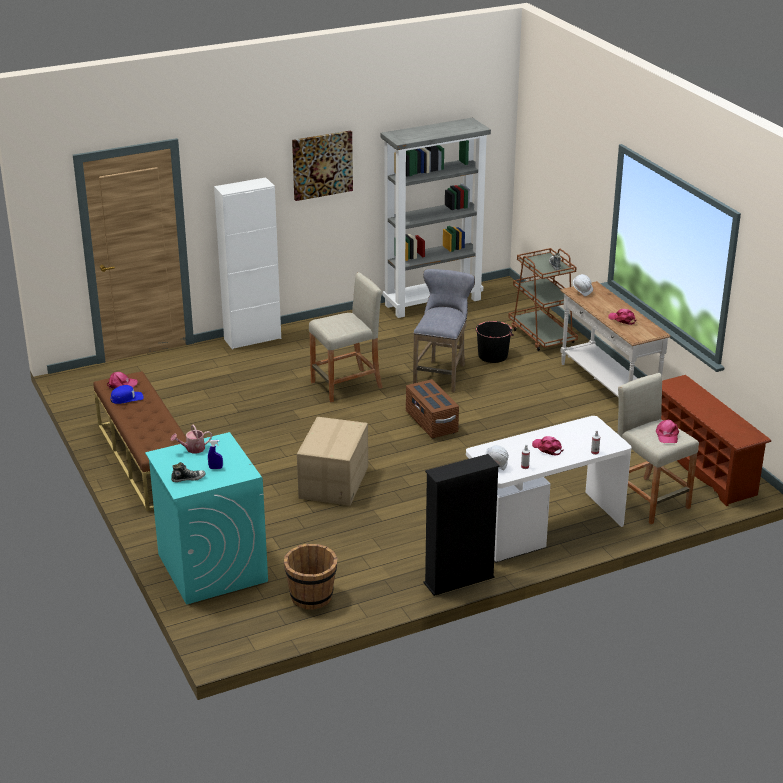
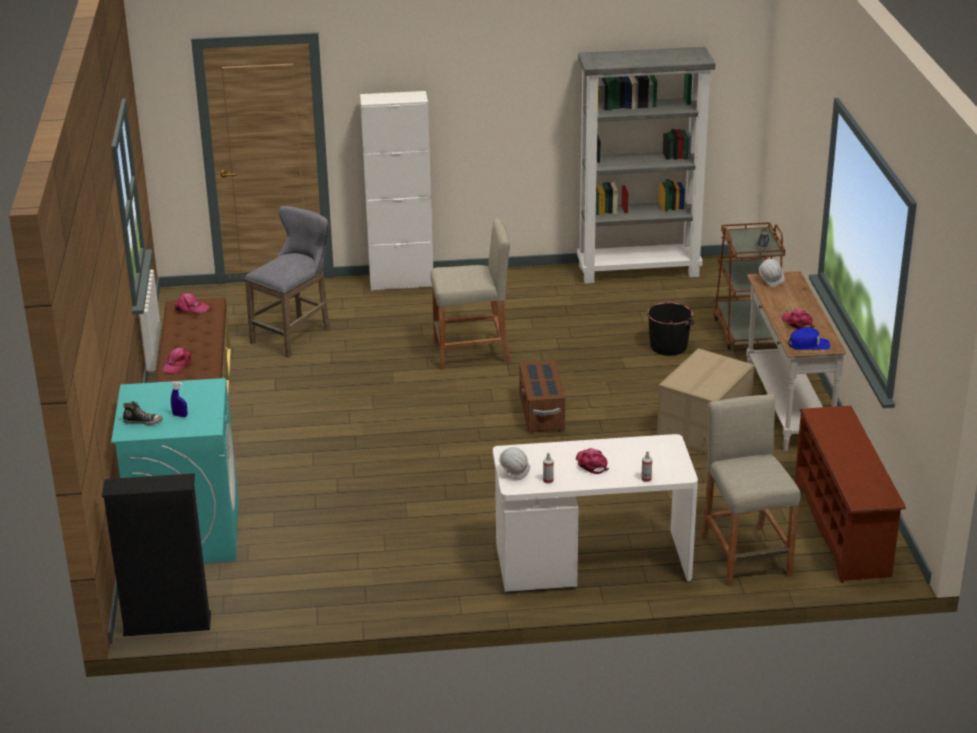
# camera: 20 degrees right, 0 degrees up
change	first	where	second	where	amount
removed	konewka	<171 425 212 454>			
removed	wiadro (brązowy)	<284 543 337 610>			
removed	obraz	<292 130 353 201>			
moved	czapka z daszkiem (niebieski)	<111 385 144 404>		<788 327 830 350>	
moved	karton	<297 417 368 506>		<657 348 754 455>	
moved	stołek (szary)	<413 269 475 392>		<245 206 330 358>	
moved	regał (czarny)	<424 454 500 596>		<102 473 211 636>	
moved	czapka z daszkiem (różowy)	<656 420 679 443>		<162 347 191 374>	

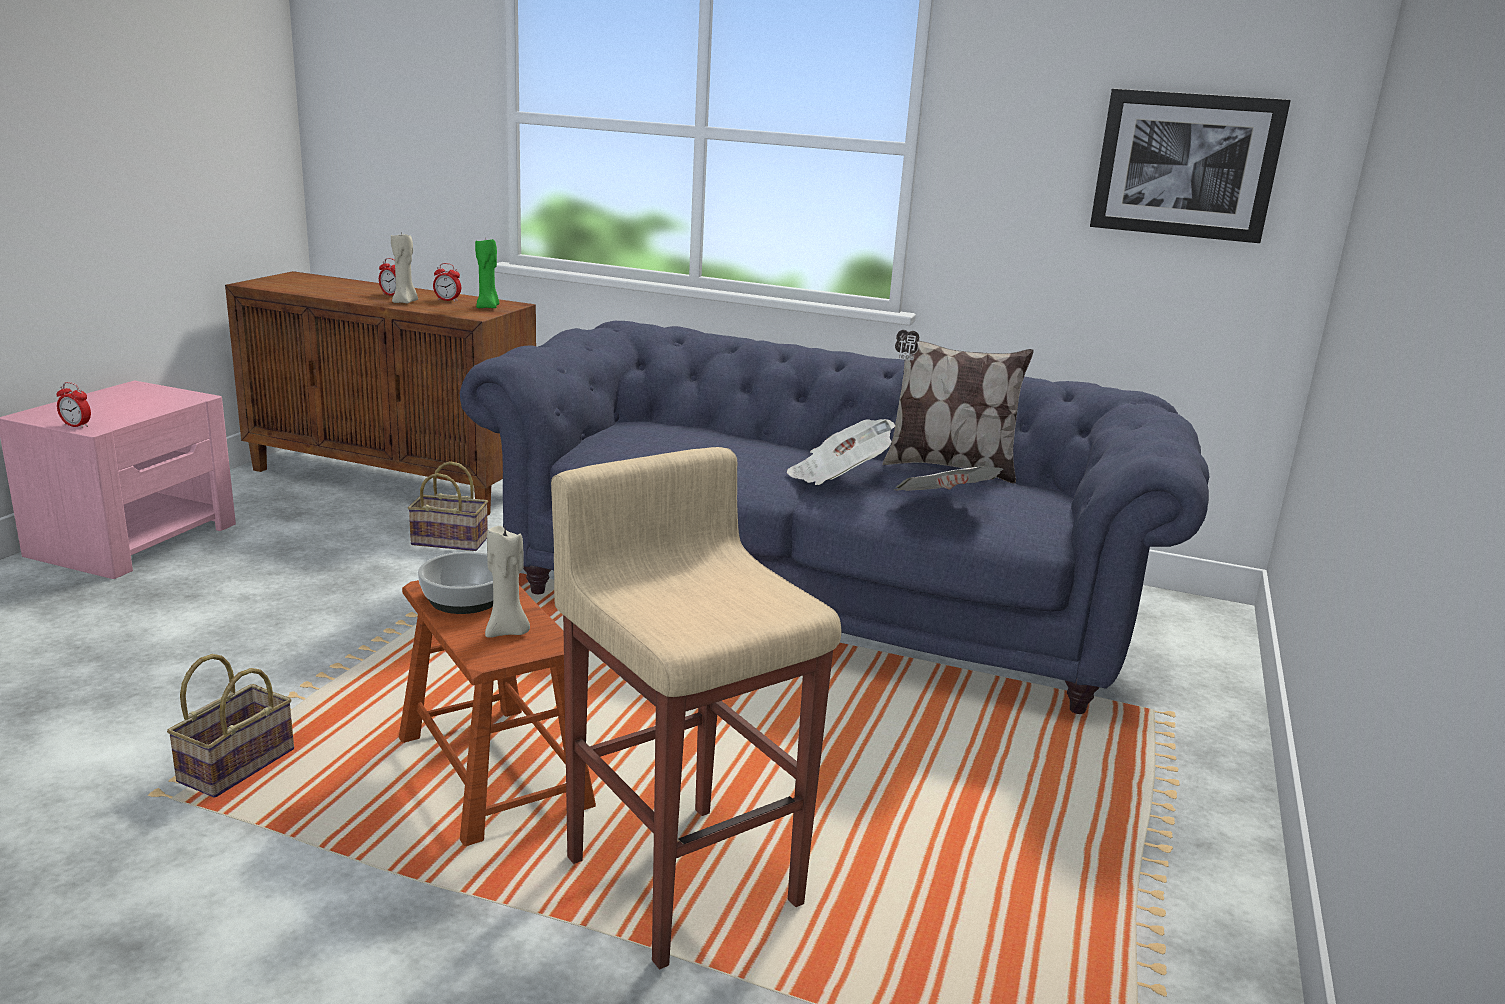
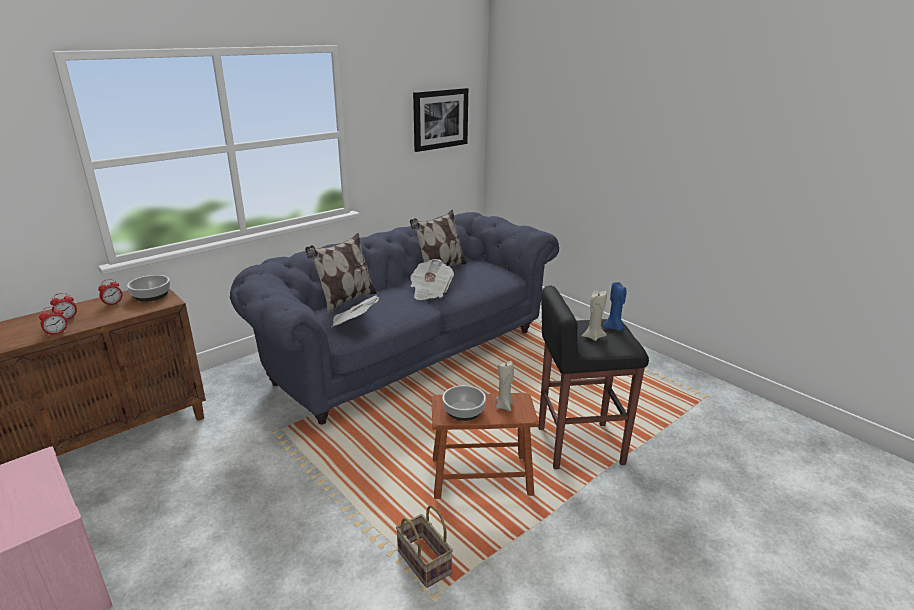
# camera: 60 degrees left, 5 degrees up
change	first	where	second	where	amount
removed	koszyk	<408 461 488 551>			
added			poduszka	<305 233 377 314>	
added			świeca (niebieski)	<603 282 627 331>	
moved	budzik	<56 382 91 429>		<39 306 67 336>	
moved	świeca (beżowy)	<391 233 418 304>		<582 290 607 341>	
moved	gazeta	<894 466 1003 491>		<331 295 379 327>	
replaced	świeca (zielony)	<475 239 499 308>	miska	<127 275 170 302>	
recoloured	stołek (beżowy)	<551 447 841 969>	stołek (czarny)	<538 286 649 469>	

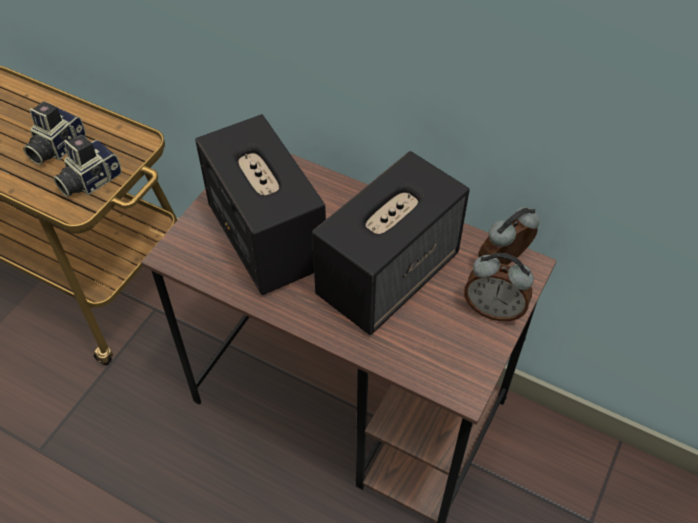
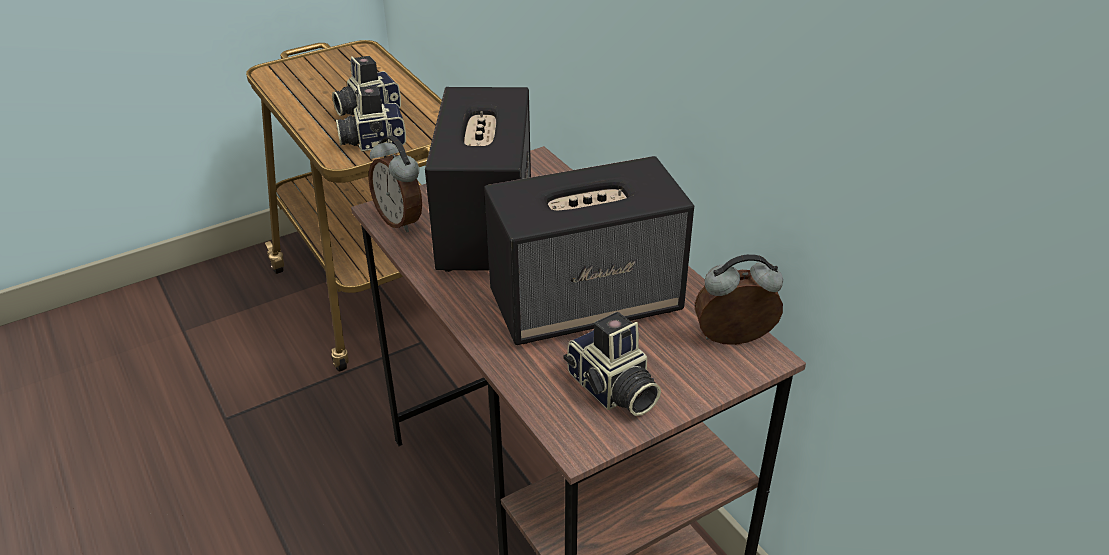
# camera: 30 degrees right, 15 degrees down
change	first	where	second	where	amount
added			aparat fotograficzny	<563 312 661 416>	
moved	budzik	<464 253 534 321>		<369 136 422 232>	

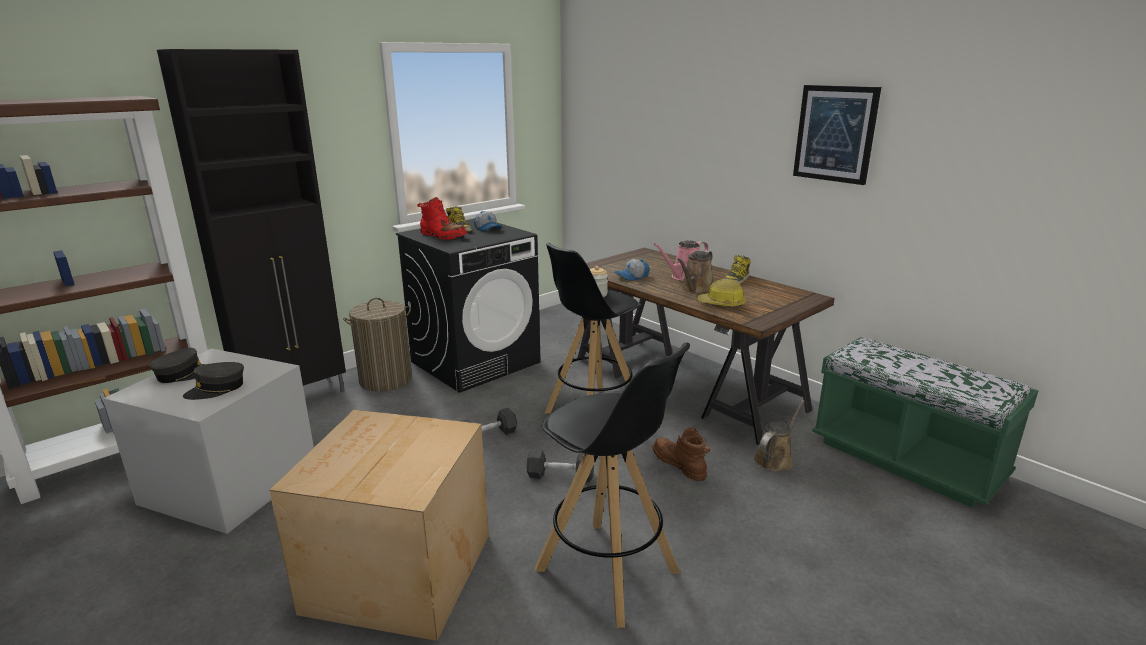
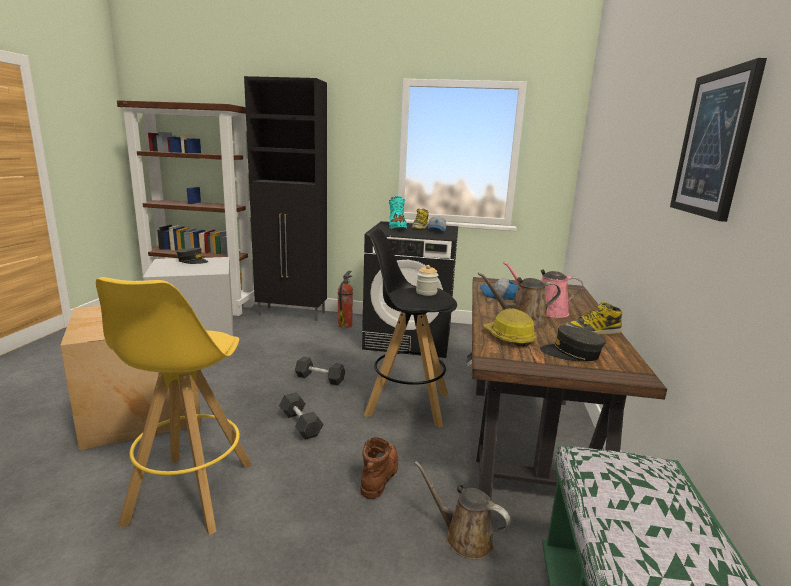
# camera: 50 degrees right, 5 degrees down
change	first	where	second	where	amount
moved	czapka z daszkiem (szary)	<183 362 244 400>		<540 325 606 361>	
replaced	kosz na pranie	<343 298 412 392>	gaśnica	<338 271 353 328>	
recoloured	but z cholewką (czerwony)	<417 197 467 240>	but z cholewką (turkusowy)	<389 196 407 229>	
recoloured	stołek (czarny)	<535 342 690 628>	stołek (żółty)	<96 277 252 536>	
turned	konewka (brązowy)	<754 400 804 472>		<415 461 510 560>	150 degrees counterclockwise

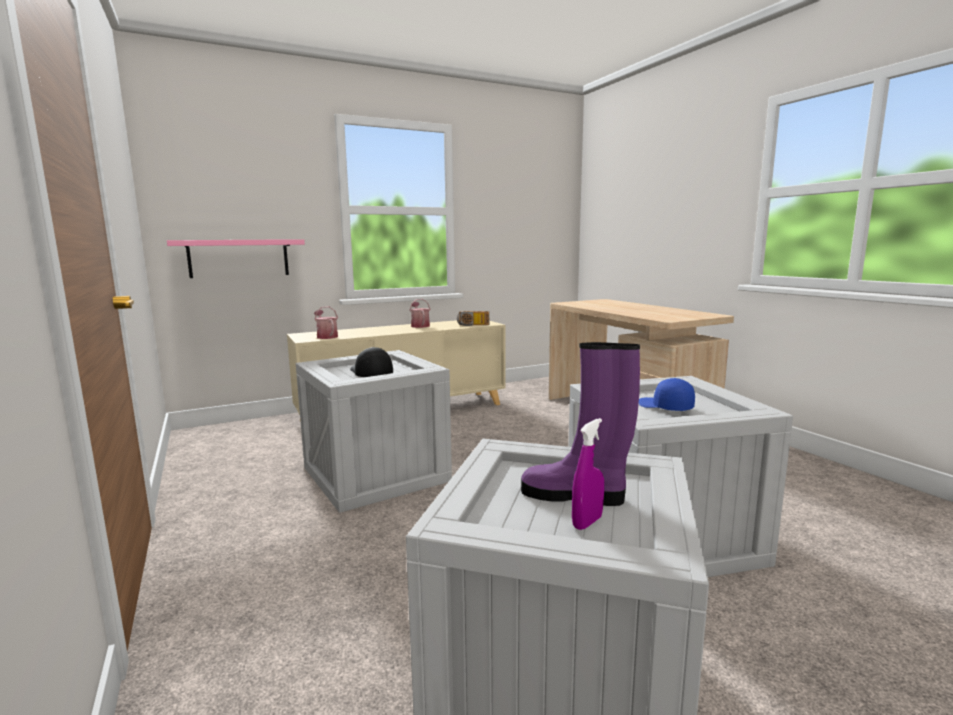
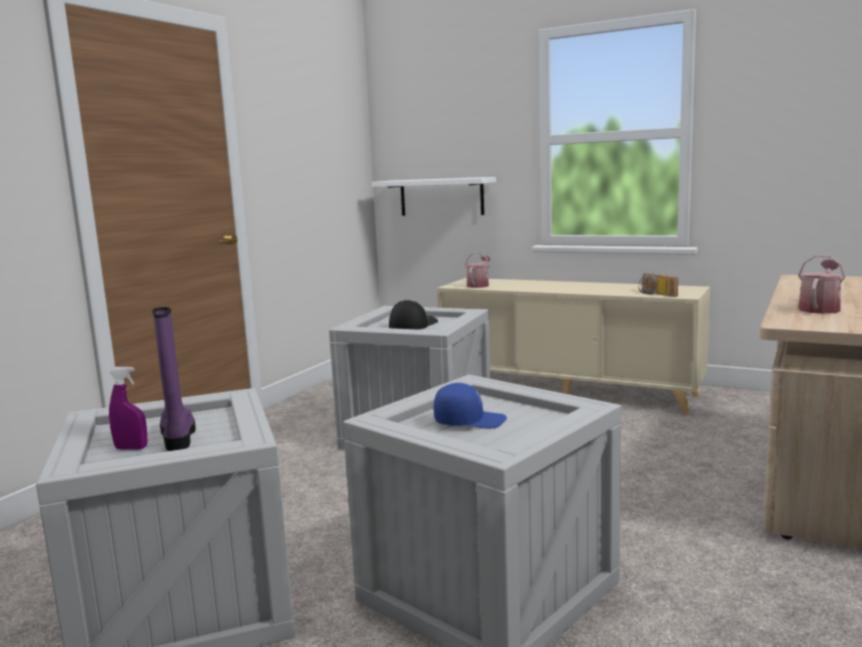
# camera: 55 degrees right, 0 degrees up
change	first	where	second	where	amount
moved	konewka	<410 299 430 328>		<798 255 845 314>	
recoloured	półka (różowy)	<167 239 305 278>	półka (biały)	<372 177 496 216>	
turned	czapka z daszkiem (niebieski)	<639 378 695 411>		<434 383 507 429>	75 degrees clockwise

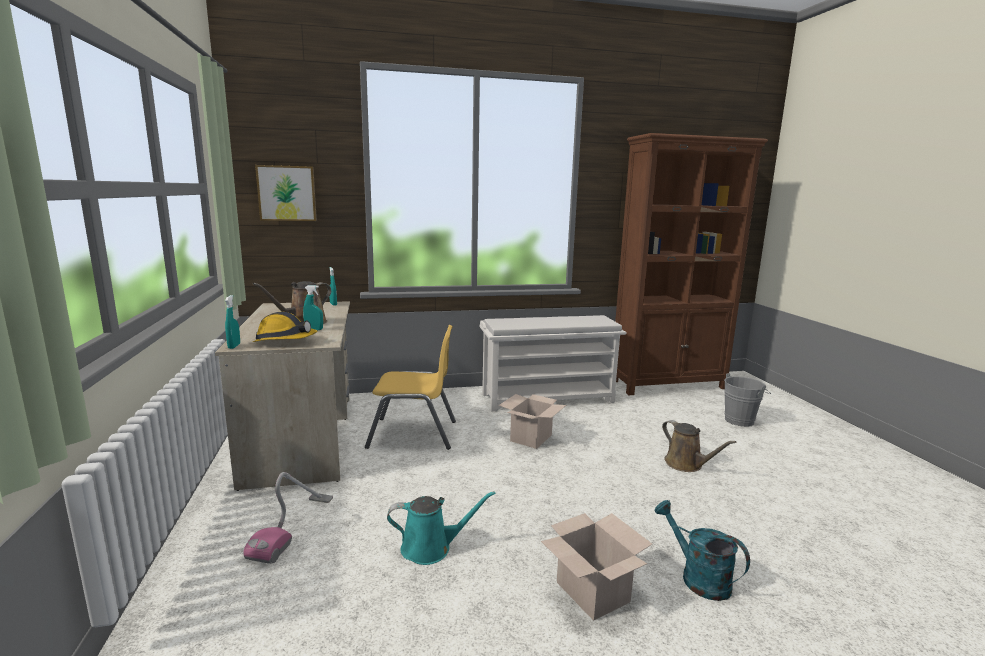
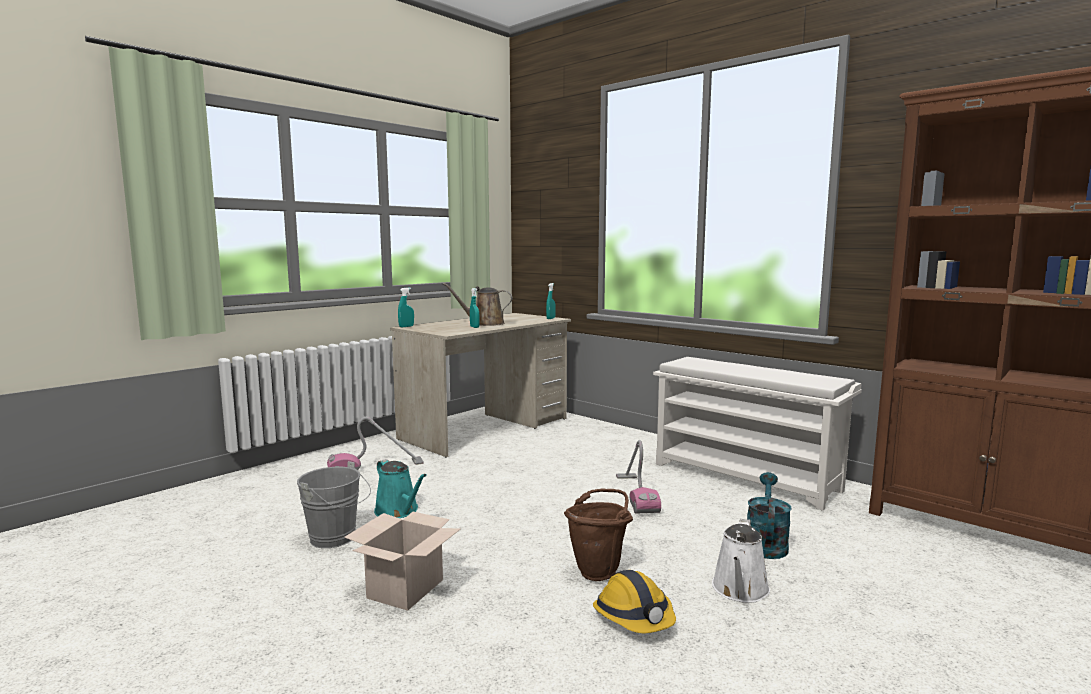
# camera: 55 degrees right, 5 degrees down
change	first	where	second	where	amount
removed	obraz	<255 165 317 221>			
removed	krzesło (żółty)	<365 325 456 450>			
added			wiadro (brązowy)	<564 489 633 581>	
moved	kask	<253 312 318 342>		<593 570 676 634>	
moved	konewka (turkusowy)	<654 500 750 601>		<747 472 792 559>	
moved	wiadro (szary)	<724 373 771 427>		<297 461 371 548>	
replaced	karton	<499 394 566 449>	odkurzacz	<616 440 661 514>	
recoloured	konewka (brązowy)	<662 420 736 472>	konewka (biały)	<712 519 770 603>	

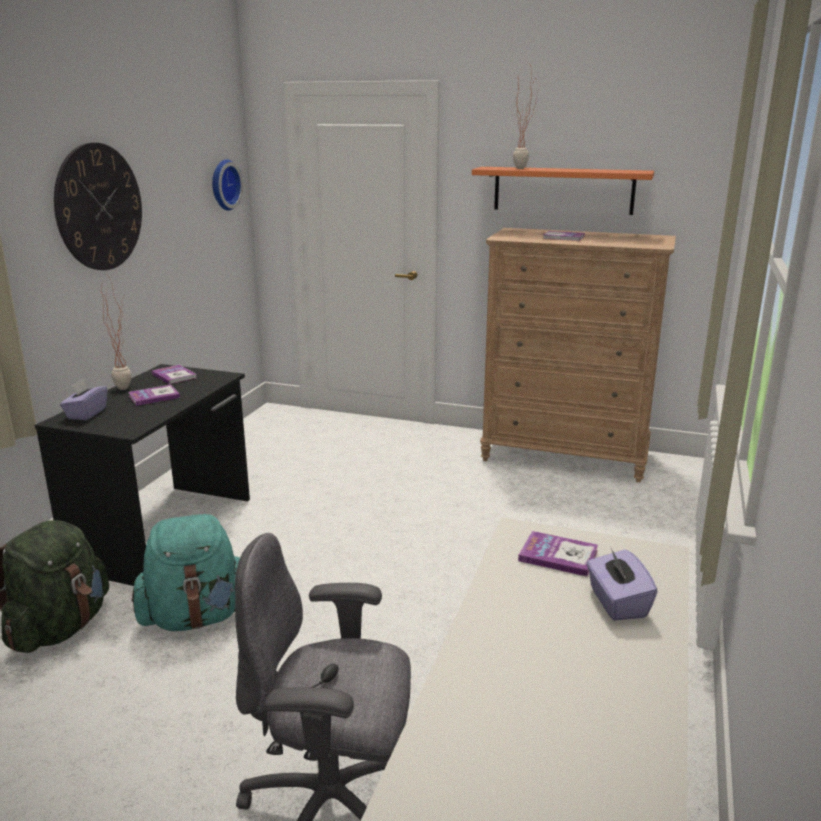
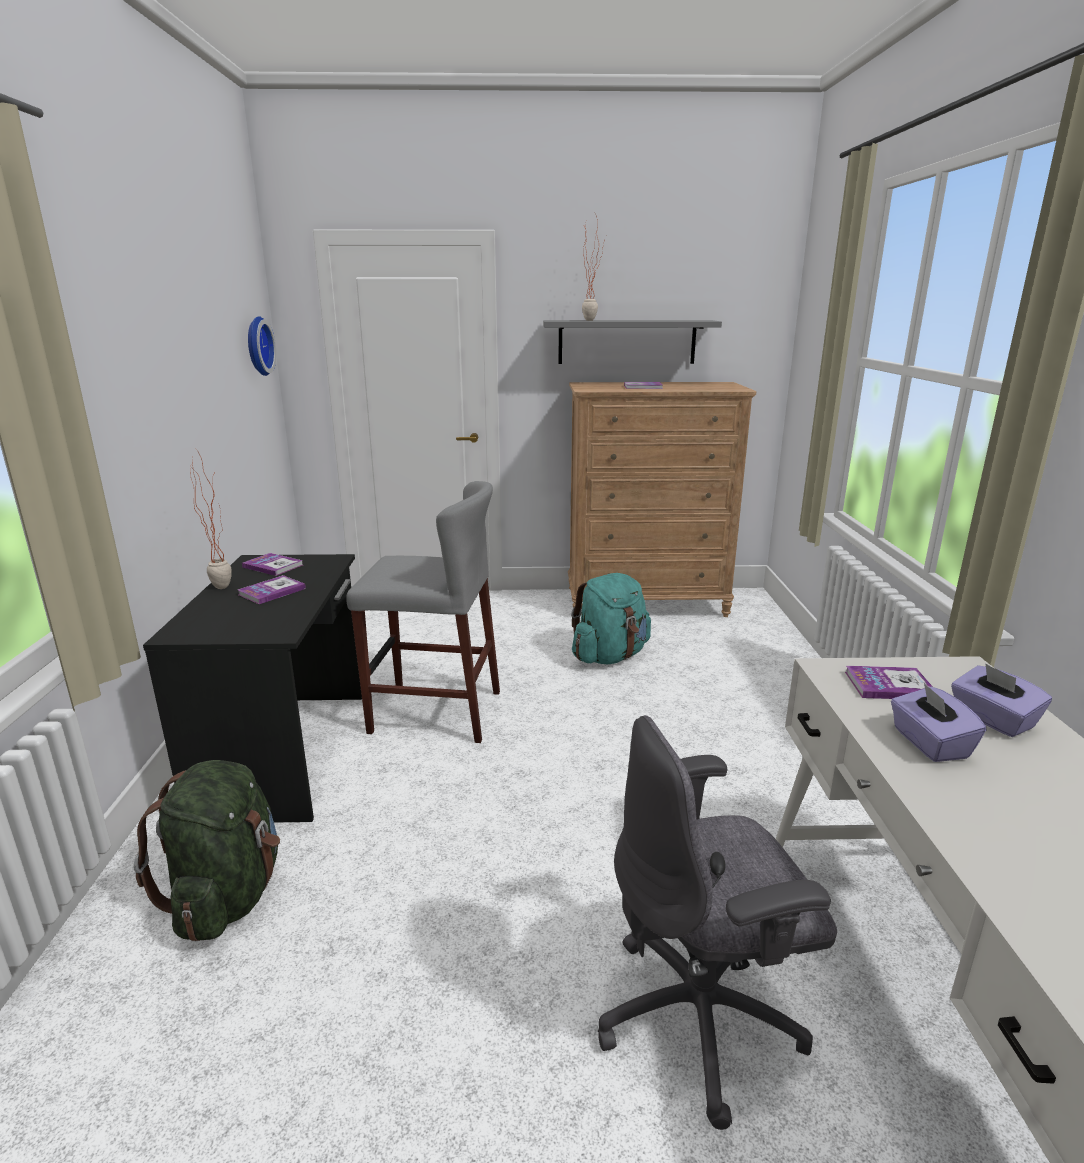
# camera: 20 degrees left, 0 degrees up
change	first	where	second	where	amount
removed	zegar ścienny	<54 142 142 270>			
added			stołek (szary)	<346 481 500 743>	
moved	pudełko chusteczek (fioletowy)	<60 379 107 420>		<891 683 986 762>	
moved	plecak (turkusowy)	<132 514 240 631>		<571 573 651 664>	
recoloured	półka (pomarańczowy)	<472 167 654 215>	półka (szary)	<543 320 722 364>	

